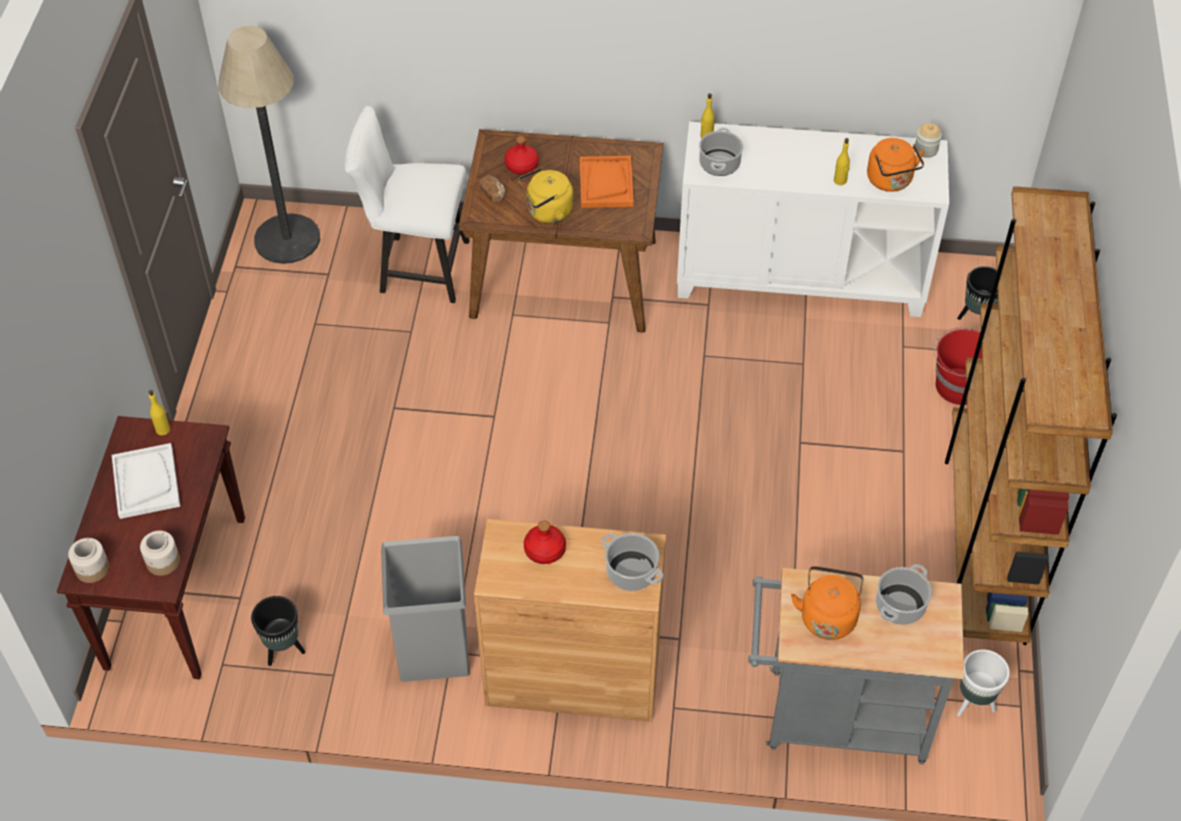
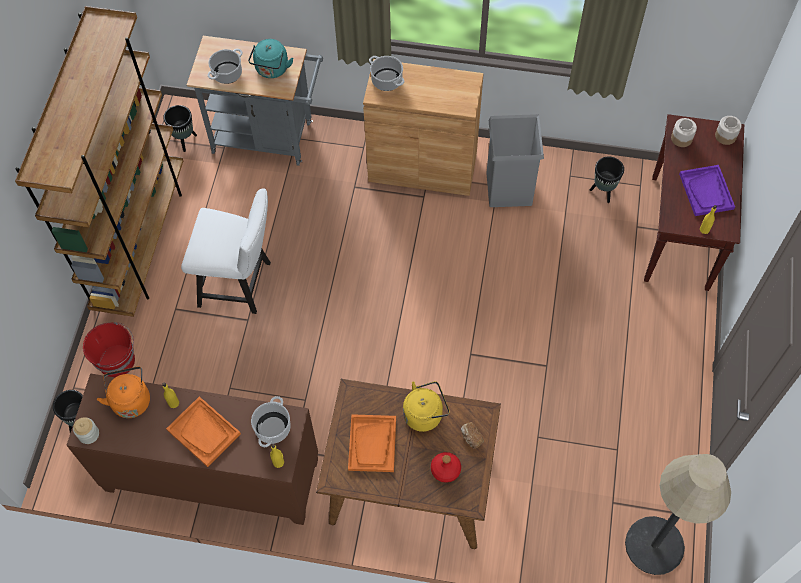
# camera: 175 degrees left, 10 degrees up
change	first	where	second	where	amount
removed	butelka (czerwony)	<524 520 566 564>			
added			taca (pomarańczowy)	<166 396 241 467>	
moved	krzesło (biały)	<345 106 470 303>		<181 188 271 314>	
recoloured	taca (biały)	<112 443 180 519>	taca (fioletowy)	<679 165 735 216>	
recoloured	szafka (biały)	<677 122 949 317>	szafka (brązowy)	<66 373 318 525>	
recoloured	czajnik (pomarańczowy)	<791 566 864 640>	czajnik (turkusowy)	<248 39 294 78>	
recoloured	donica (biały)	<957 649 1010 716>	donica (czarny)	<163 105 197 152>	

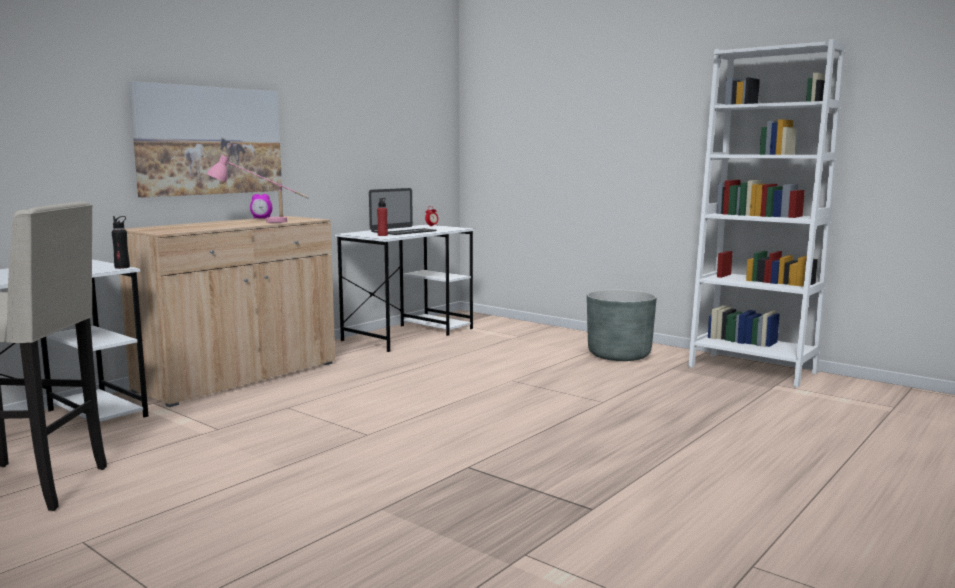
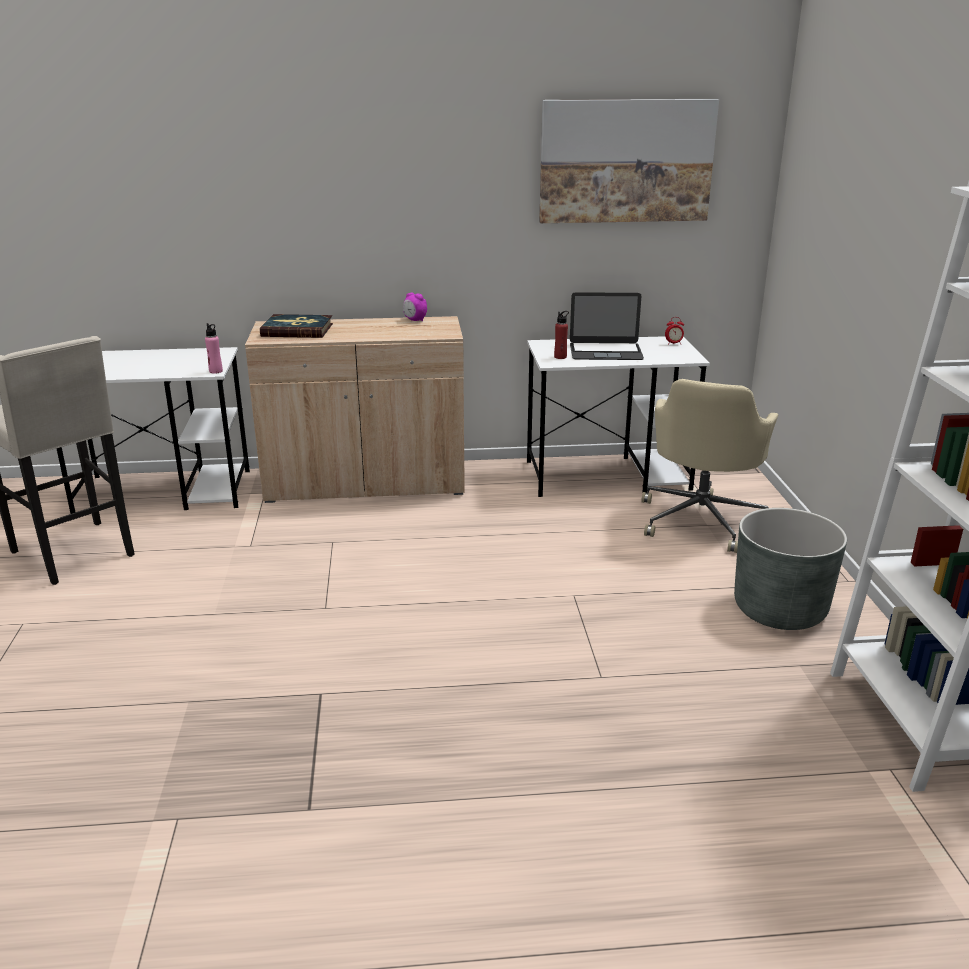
# camera: 45 degrees right, 15 degrees up
change	first	where	second	where	amount
removed	lampa stołowa (różowy)	<207 152 309 223>			
added			książka	<260 314 333 338>	
added			krzesło biurowe (beżowy)	<641 379 778 553>	
moved	obraz	<129 81 282 197>		<539 99 719 223>	
recoloured	butelka (czarny)	<112 216 130 269>	butelka (różowy)	<205 323 223 374>	

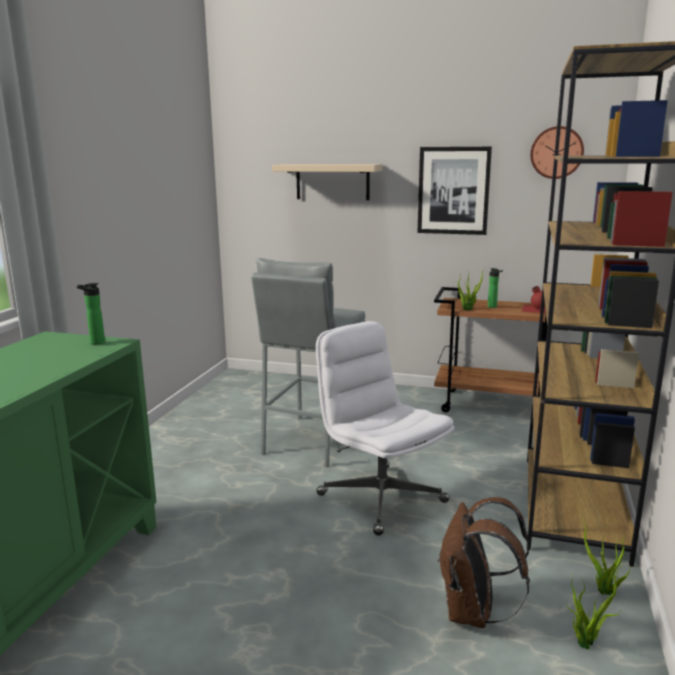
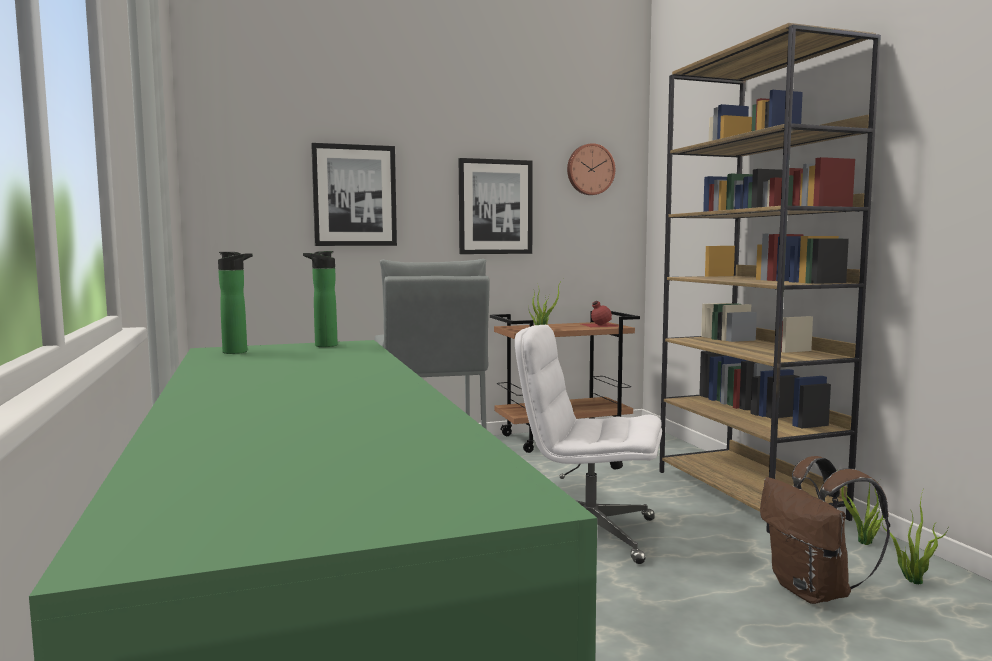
# camera: 35 degrees left, 10 degrees down
change	first	where	second	where	amount
moved	butelka	<488 268 503 308>		<218 252 253 354>	
replaced	półka (beżowy)	<272 164 383 200>	obraz	<311 143 397 246>	

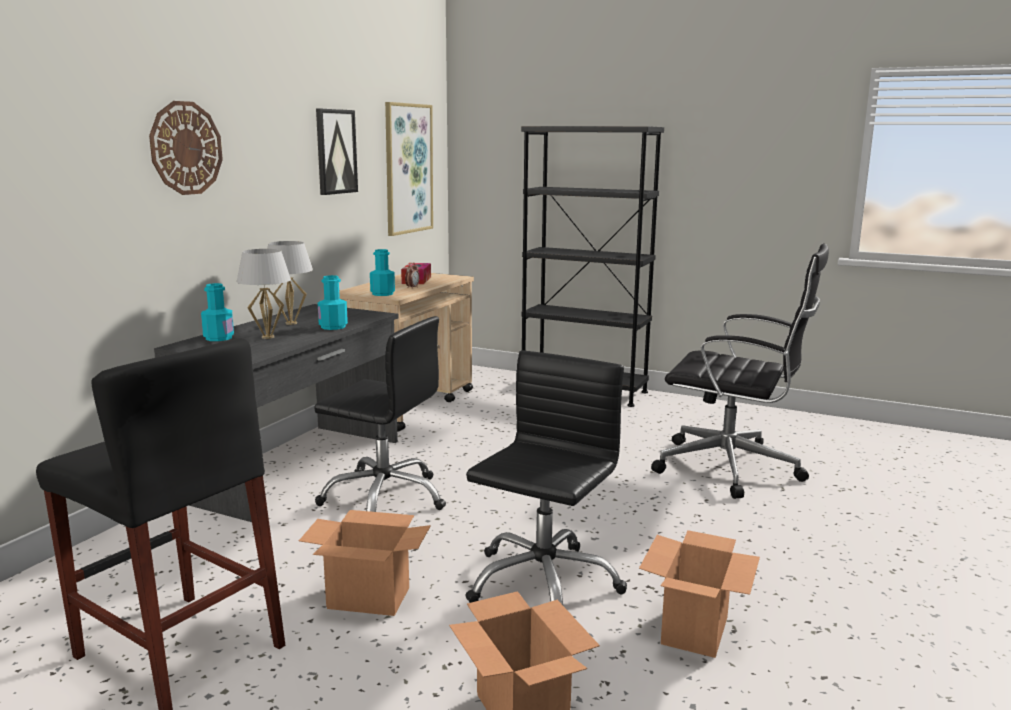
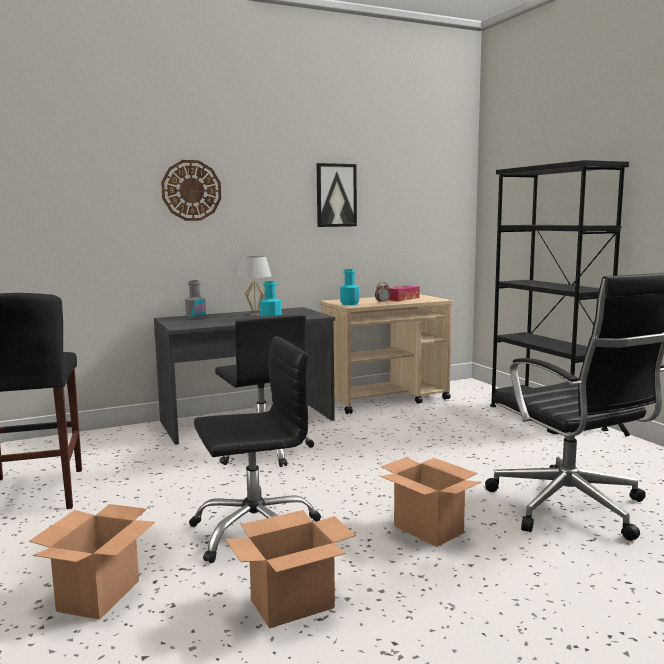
# camera: 40 degrees right, 5 degrees down
change	first	where	second	where	amount
removed	lampa stołowa (biały)	<237 249 291 339>			
removed	obraz	<385 102 433 236>			
moved	karton	<299 510 431 616>		<381 457 482 547>	
recoloured	butelka (turkusowy)	<201 283 234 341>	butelka (szary)	<185 280 206 319>	

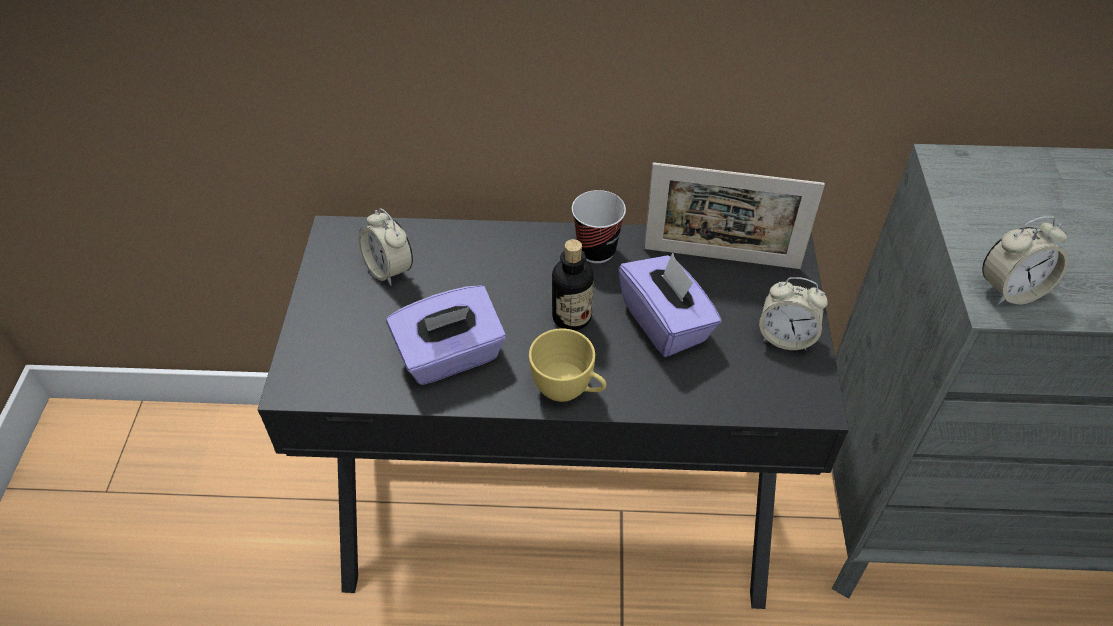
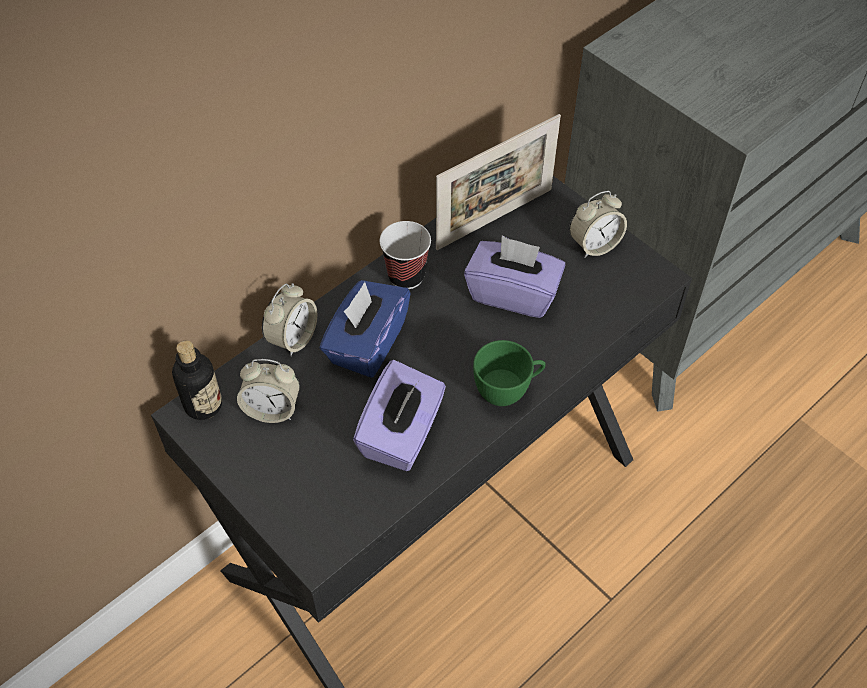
# camera: 45 degrees left, 5 degrees up
change	first	where	second	where	amount
added			pudełko chusteczek (niebieski)	<320 280 411 378>	
moved	butelka	<552 239 594 331>		<172 340 222 420>	
moved	budzik	<982 216 1069 305>		<262 283 317 356>	
recoloured	filiżanka (żółty)	<529 328 606 402>	filiżanka (zielony)	<473 340 546 406>	

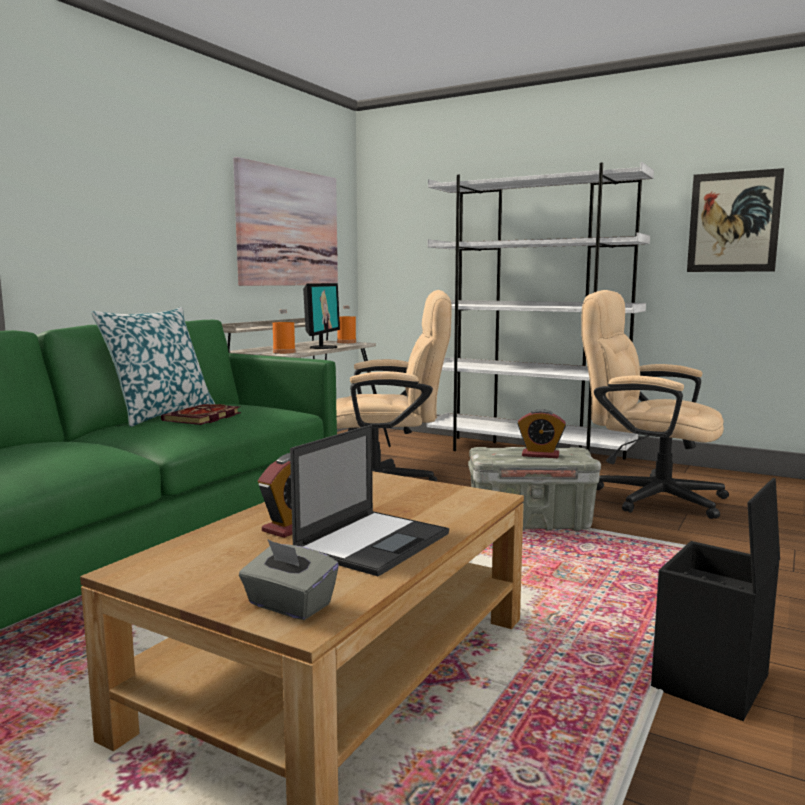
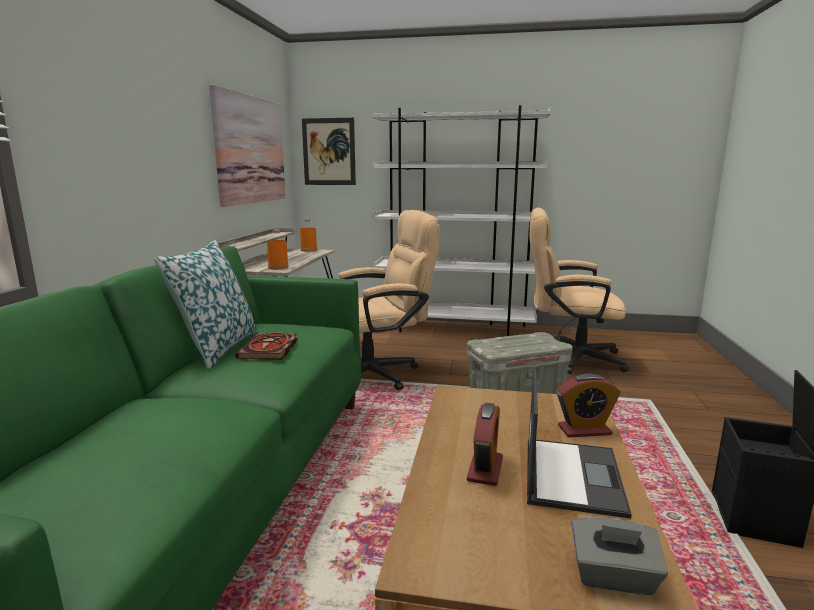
# camera: 20 degrees left, 5 degrees up
change	first	where	second	where	amount
removed	monitor	<303 283 340 349>			
moved	budzik	<518 409 566 458>		<557 373 621 437>	
moved	obraz	<687 168 784 272>		<302 118 356 185>	

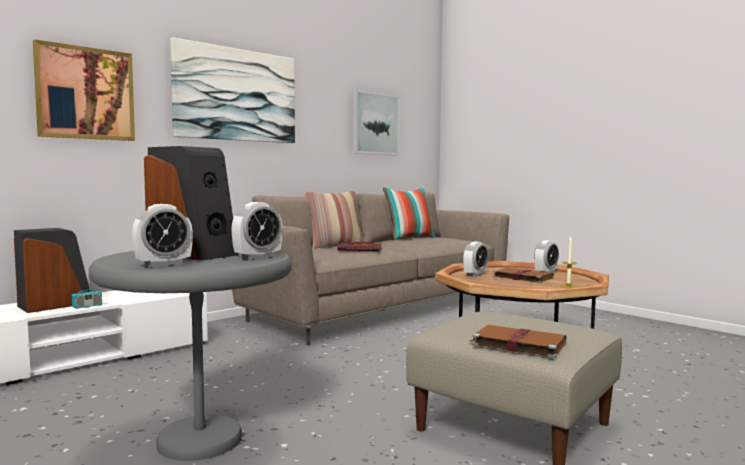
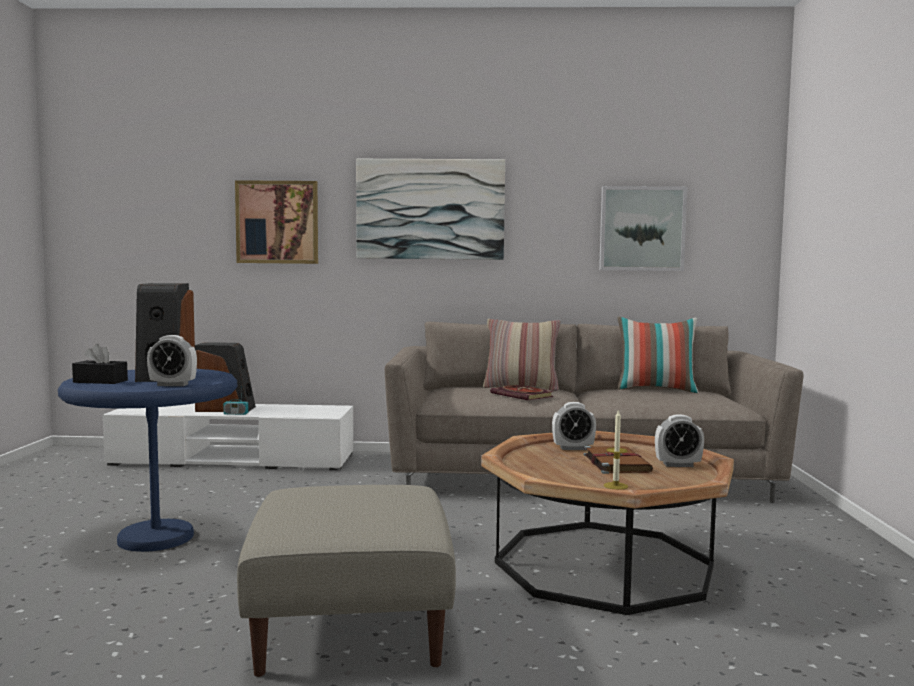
# camera: 45 degrees right, 0 degrees up
change	first	where	second	where	amount
removed	książka (brązowy)	<470 325 566 358>			
replaced	budzik	<132 204 193 267>	pudełko chusteczek (czarny)	<72 344 128 384>	
recoloured	stolik (szary)	<89 251 292 461>	stolik (niebieski)	<58 369 237 552>	

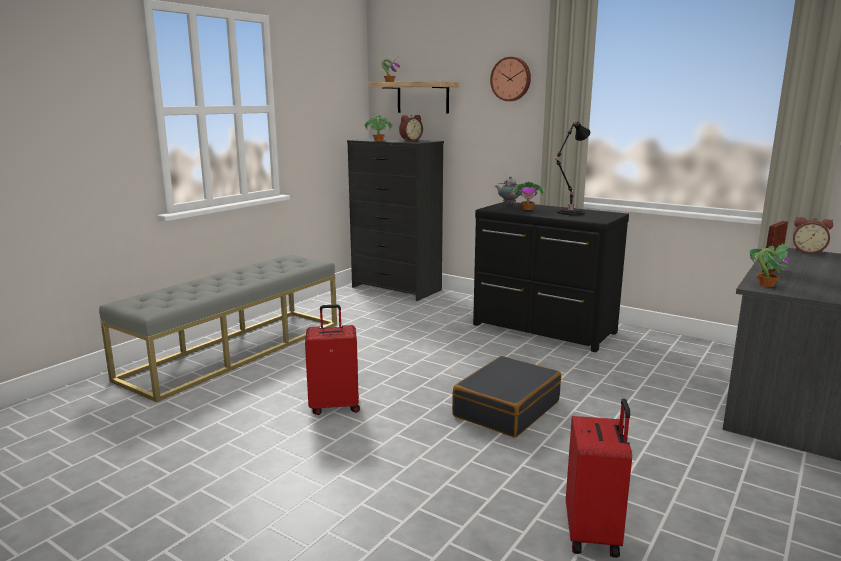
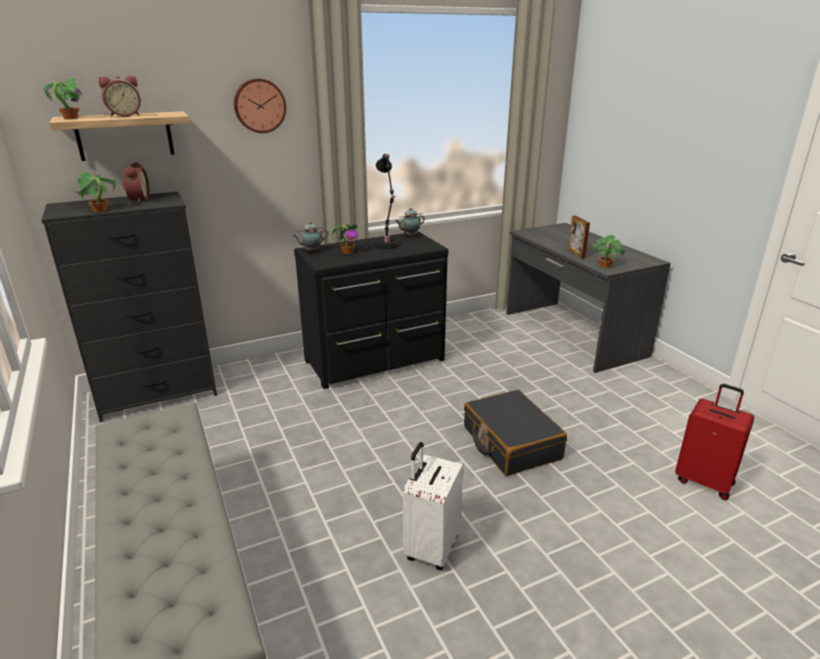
# camera: 60 degrees left, 10 degrees up
change	first	where	second	where	amount
added			imbryk	<395 208 425 236>	
moved	budzik	<793 217 833 254>		<99 76 141 117>	
recoloured	walizka (czerwony)	<305 304 360 415>	walizka (biały)	<403 442 464 570>	

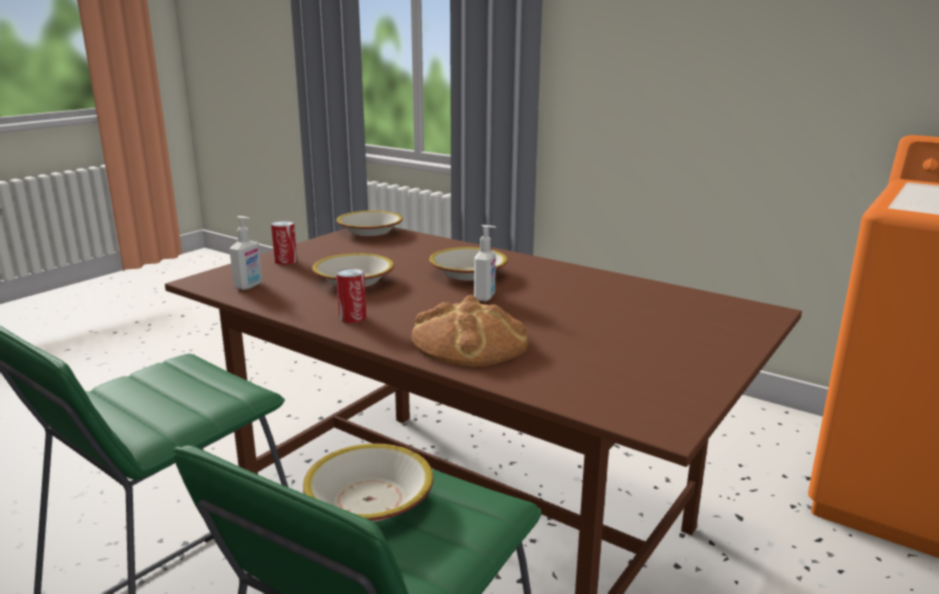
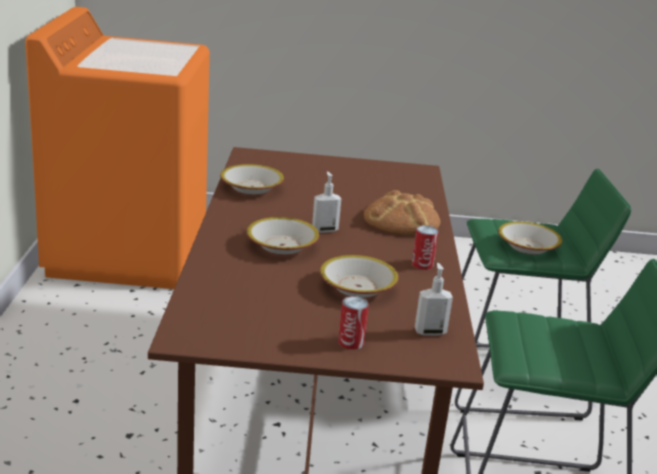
# camera: 125 degrees left, 5 degrees up
change	first	where	second	where	amount
moved	miska	<336 210 403 237>		<220 164 284 195>	

